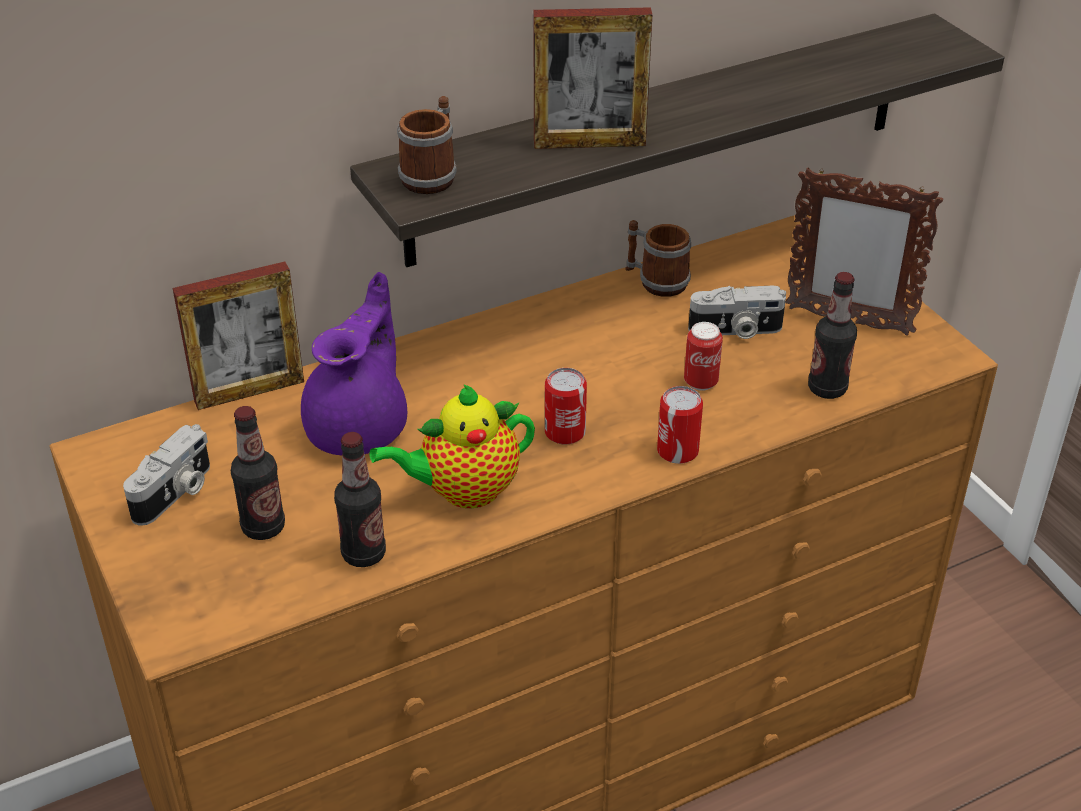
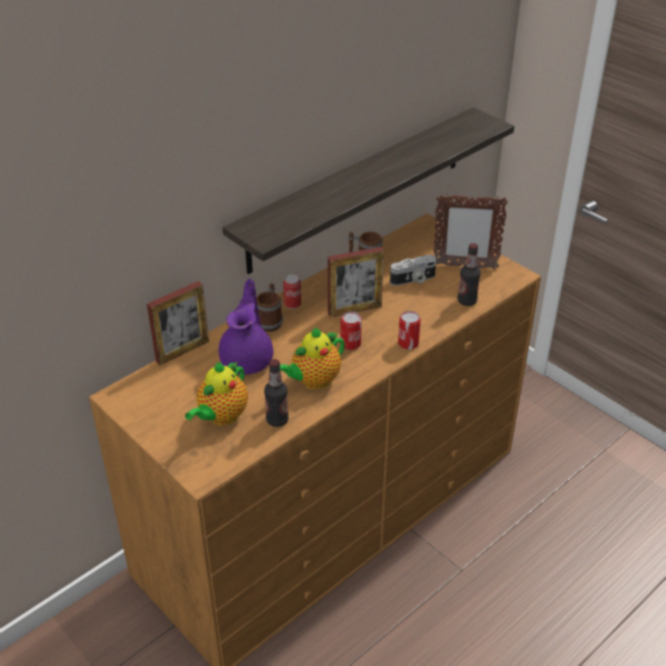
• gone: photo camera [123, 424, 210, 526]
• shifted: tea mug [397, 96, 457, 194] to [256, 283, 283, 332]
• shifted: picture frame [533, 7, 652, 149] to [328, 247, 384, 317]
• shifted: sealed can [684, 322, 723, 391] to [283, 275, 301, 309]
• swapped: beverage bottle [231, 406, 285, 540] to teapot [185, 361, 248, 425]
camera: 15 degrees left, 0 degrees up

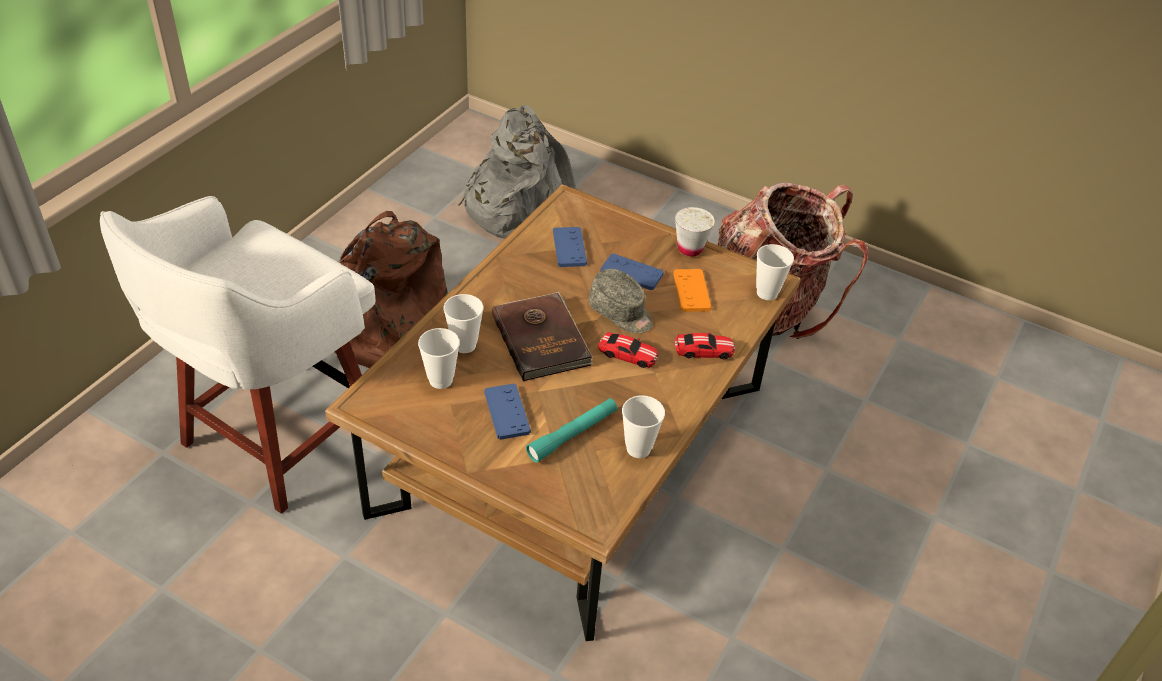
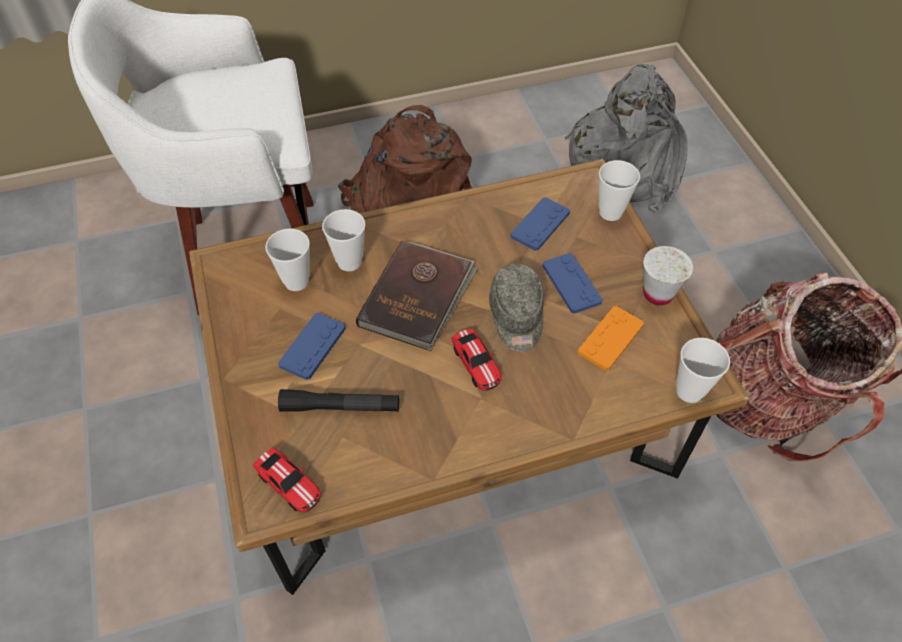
• shifted: drinking cup [622, 395, 665, 458] to [599, 160, 640, 221]
• shifted: model car [675, 332, 735, 359] to [253, 448, 321, 513]
• repainted: turquoise hand torch [526, 398, 617, 463] to blackish hand torch [278, 389, 399, 412]
camera: 45 degrees right, 10 degrees up

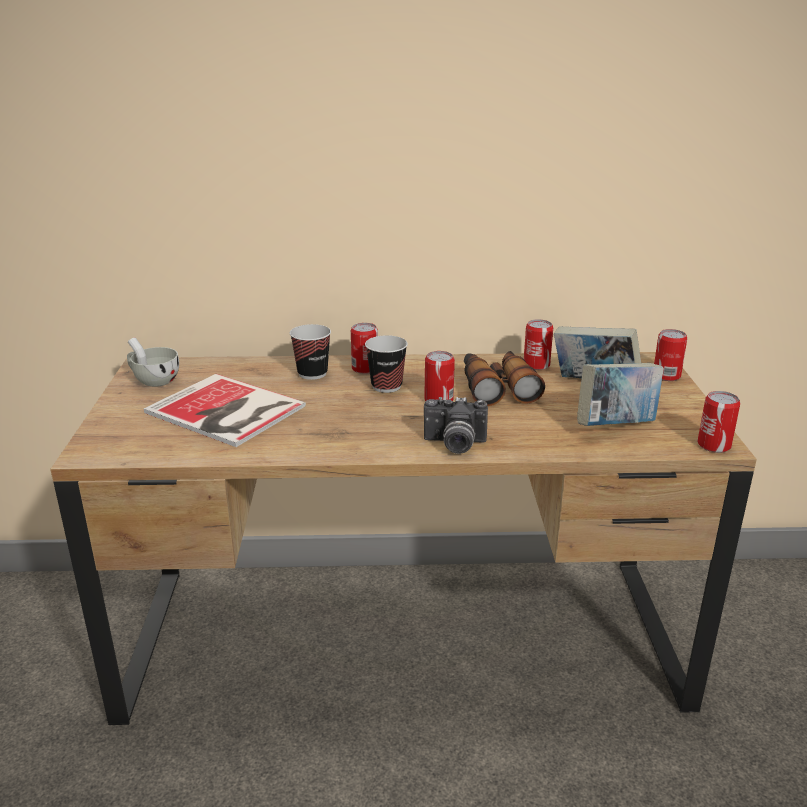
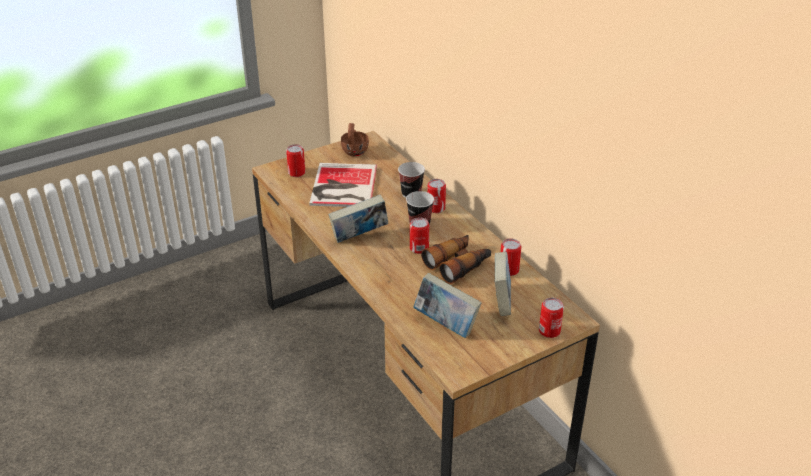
• gone: photo camera [424, 397, 488, 454]
• new: book [328, 195, 388, 243]
• shifted: sealed can [698, 391, 740, 453] to [286, 144, 305, 177]
• repainted: whitish drinking cup [127, 337, 179, 387] to brown drinking cup [341, 123, 369, 157]
camera: 60 degrees right, 10 degrees up

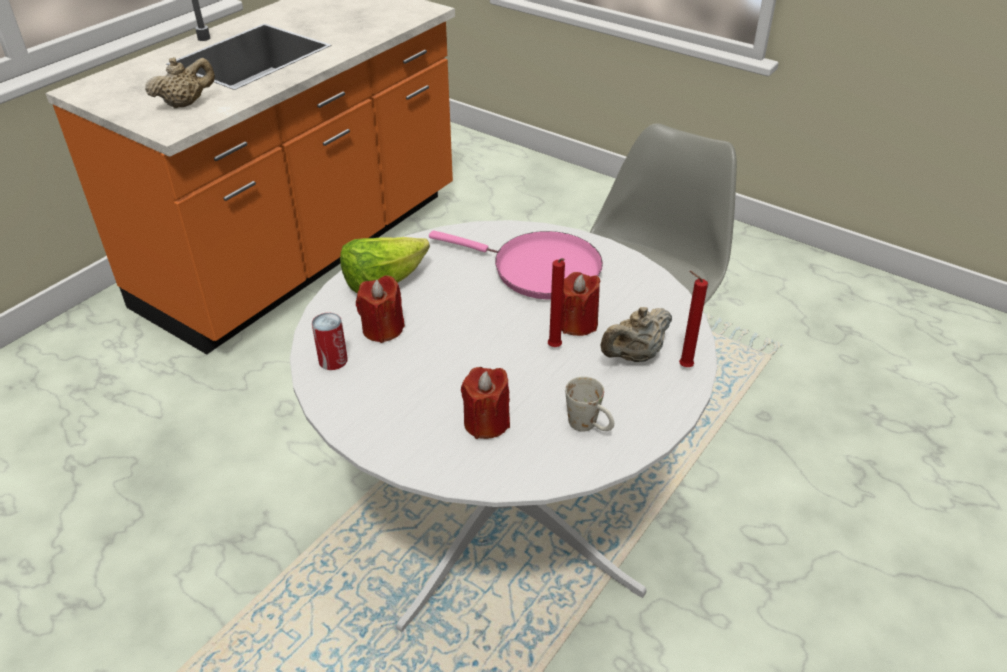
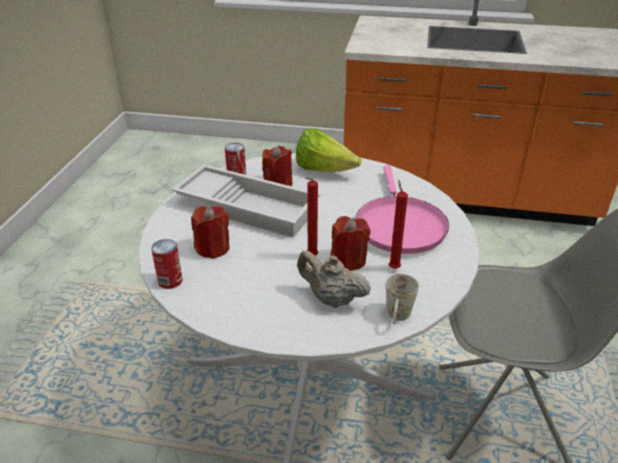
• gone: sand-coloured teapot [145, 57, 215, 108]
• new: sealed can [151, 239, 183, 289]
• new: whitish carrying tray [172, 164, 320, 237]
• shifted: whitish tea mug [565, 376, 614, 432] to [386, 274, 419, 325]
• shifted: red wax light [679, 271, 708, 367] to [389, 180, 408, 269]
camera: 65 degrees right, 5 degrees down

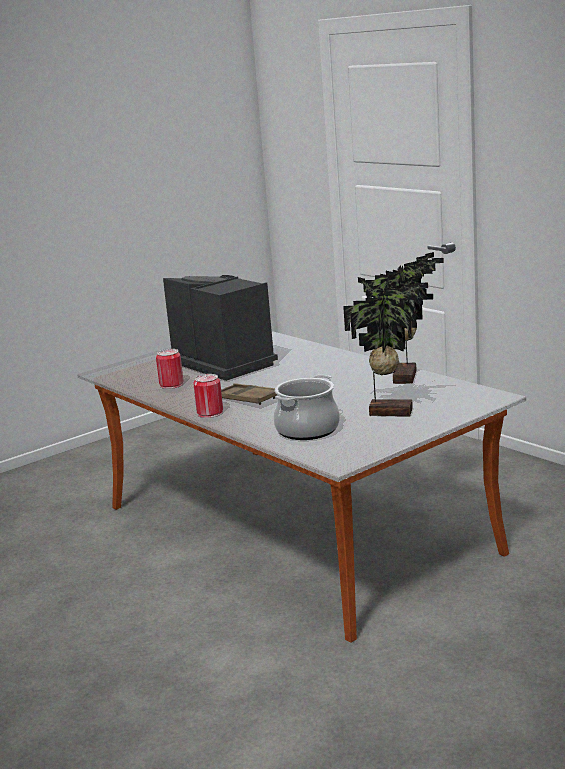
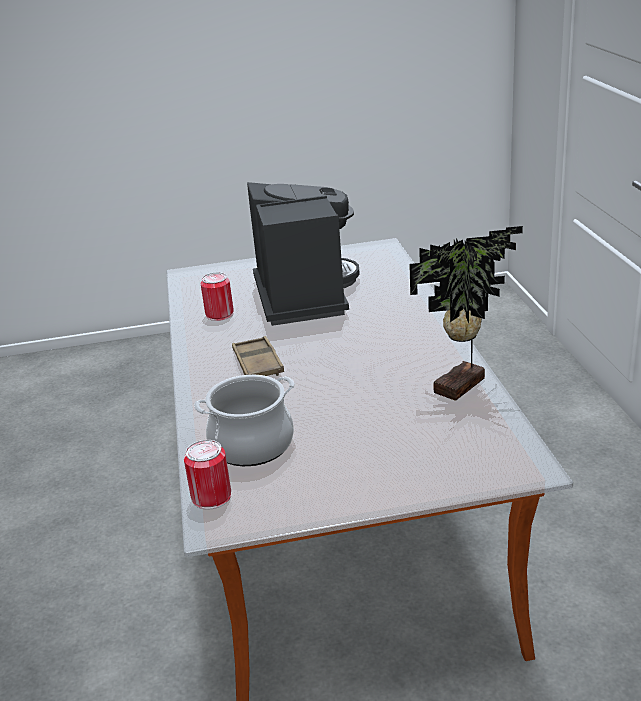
• gone: potted plant [343, 274, 428, 417]
• shifted: sealed can [193, 374, 223, 418] to [184, 440, 231, 510]
camera: 30 degrees right, 10 degrees up

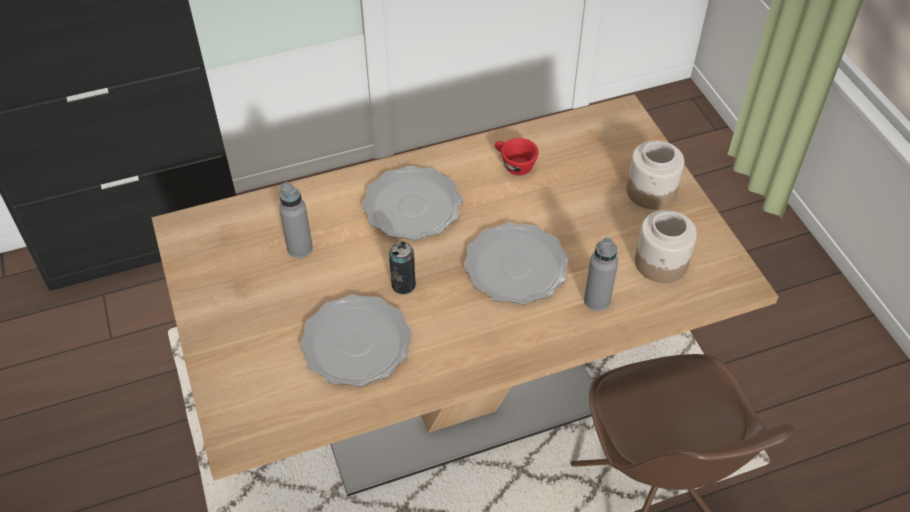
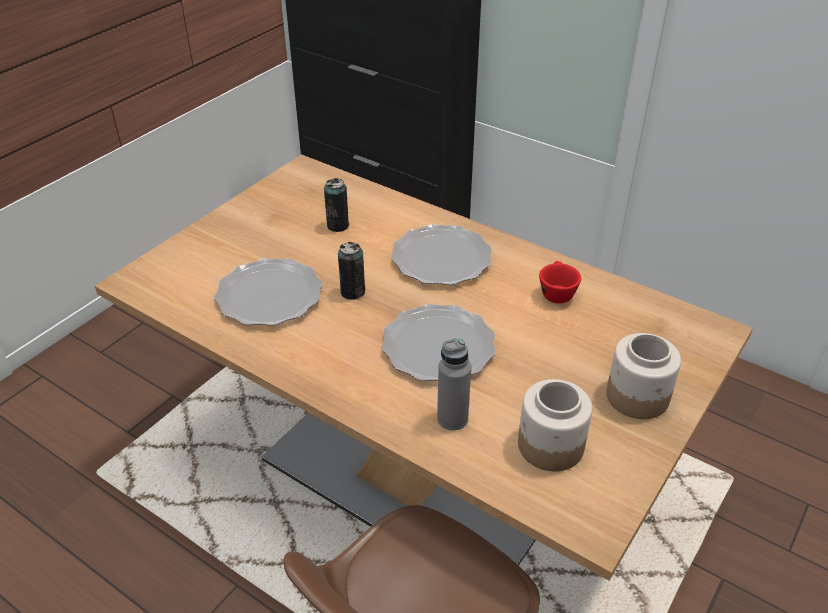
• swapped: greyish beverage bottle [279, 182, 313, 258] to sealed can [324, 178, 349, 232]
camera: 55 degrees right, 10 degrees down

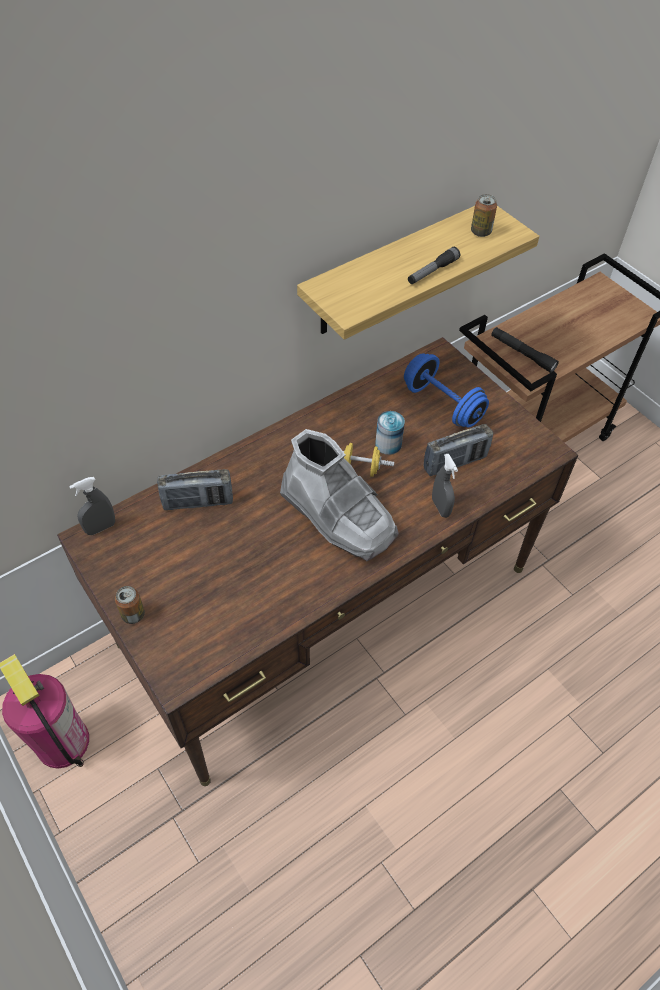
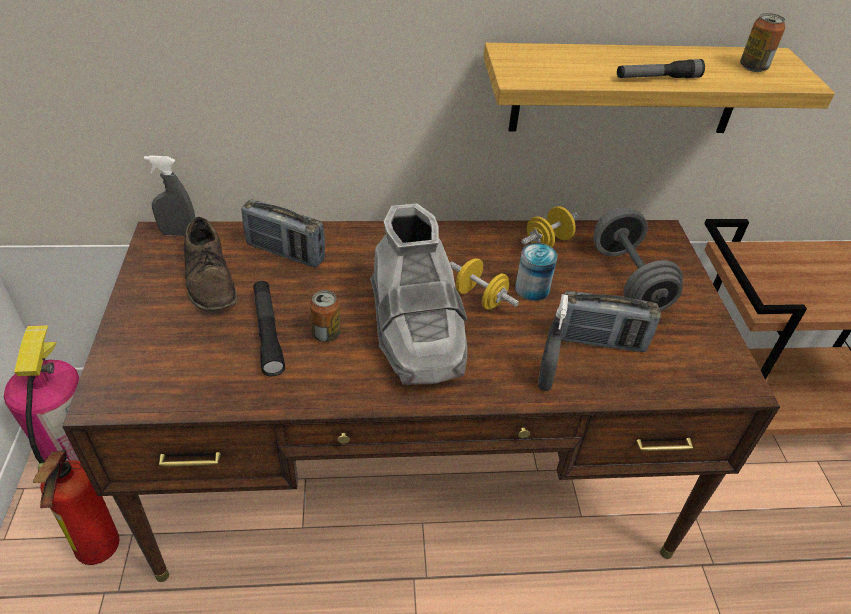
• new: fire extinguisher [33, 449, 119, 565]
• new: brown item of footwear [184, 217, 237, 311]
• new: yellow free weight [521, 206, 578, 247]
• shifted: sealed can [115, 586, 145, 624] to [310, 290, 340, 342]
• shifted: blackish hand torch [491, 327, 559, 373] to [253, 281, 285, 376]
• repainted: bluish free weight [404, 353, 489, 428] to greyish free weight [593, 208, 683, 311]
camera: 30 degrees right, 10 degrees down

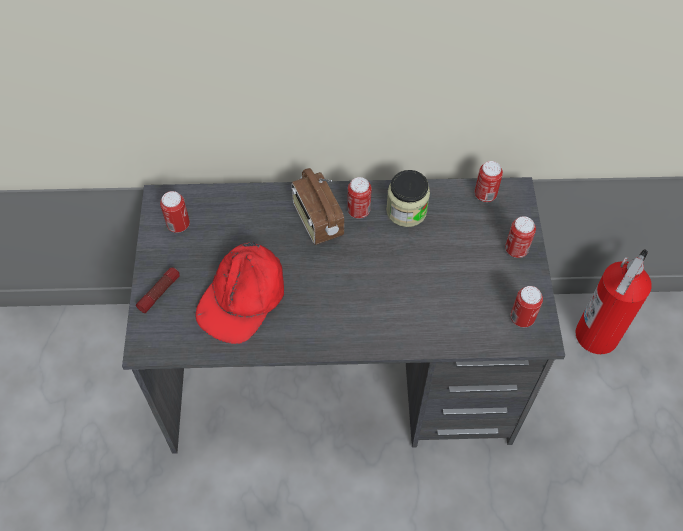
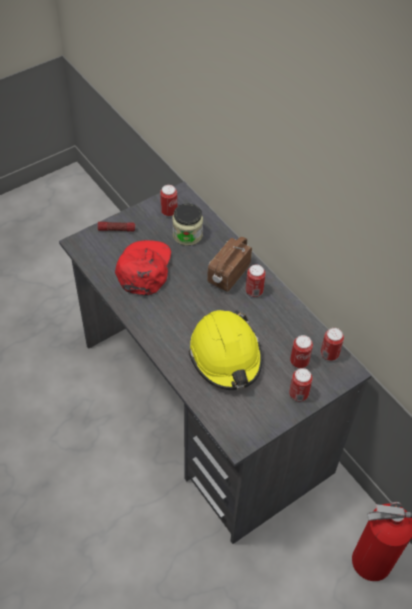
• new: yellow hard hat [189, 310, 262, 390]
• shifted: jar [386, 170, 430, 227] to [172, 204, 203, 246]
• shifted: sealed can [510, 286, 543, 327] to [290, 335, 313, 368]
• rotated: red baseball cap [195, 241, 284, 344] = [115, 240, 171, 296] 105 degrees clockwise
camera: 55 degrees right, 5 degrees down

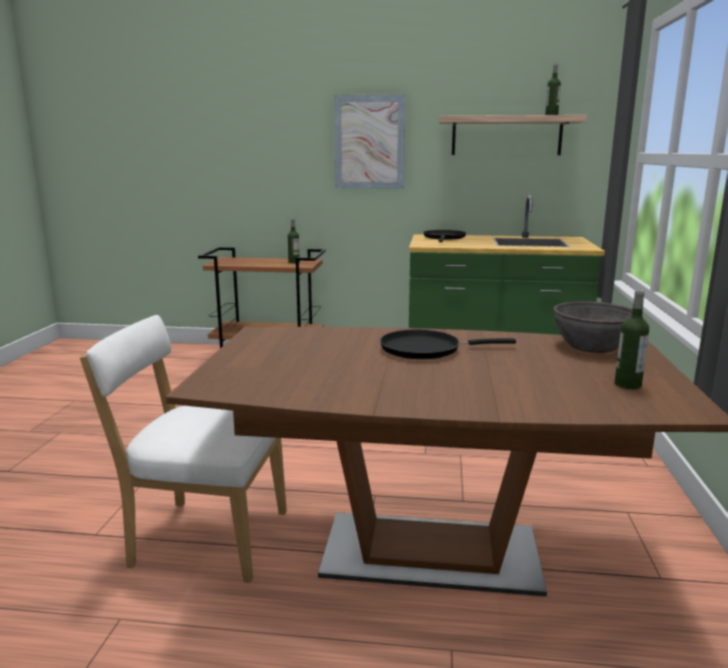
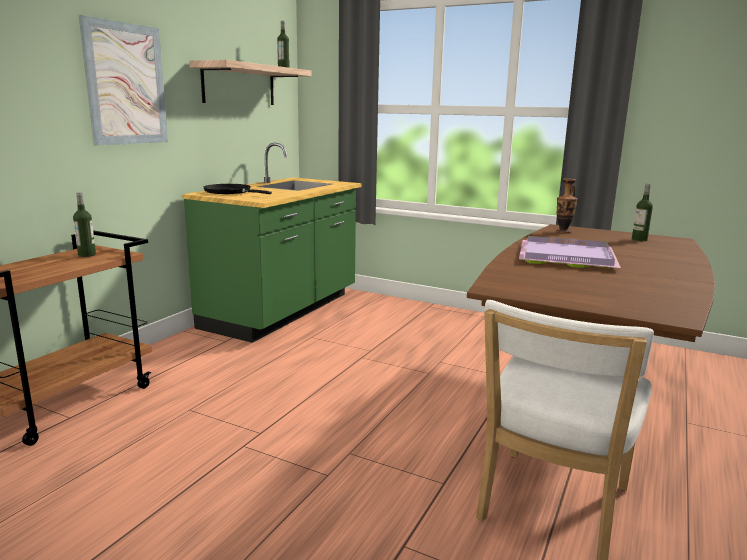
• swapped: blackish frying pan [380, 330, 516, 359] to purple-coloured carrying tray [519, 236, 621, 268]
• swapped: greyish bowl [553, 301, 632, 353] to vase [556, 178, 577, 234]
camera: 70 degrees left, 0 degrees up

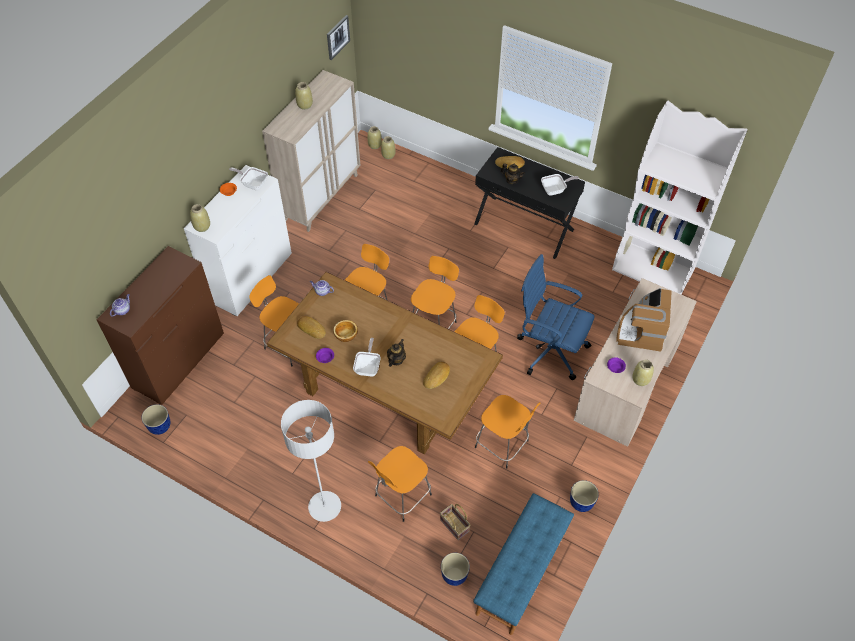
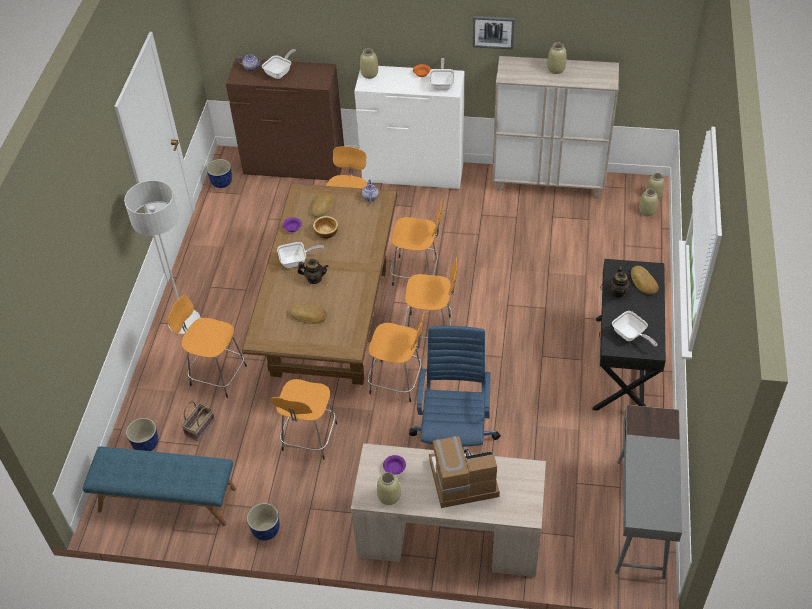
• new: frying pan [262, 49, 296, 79]
• shifted: picture [327, 15, 350, 60] to [472, 16, 515, 49]
• swapped: whitish bookcase [612, 100, 747, 294] to greyish desk unit [615, 405, 682, 579]
camera: 70 degrees right, 5 degrees down

